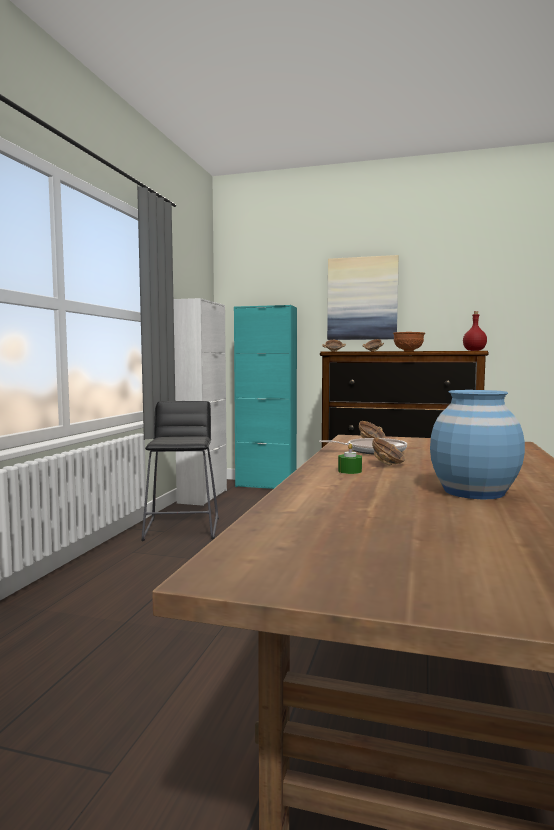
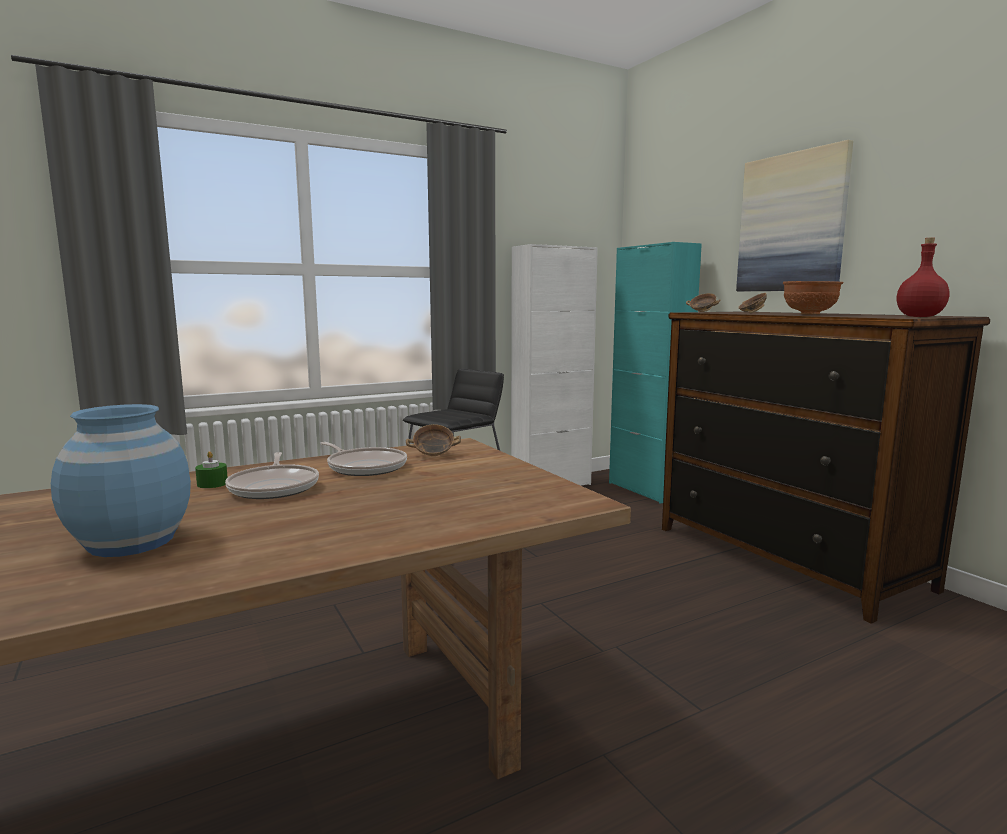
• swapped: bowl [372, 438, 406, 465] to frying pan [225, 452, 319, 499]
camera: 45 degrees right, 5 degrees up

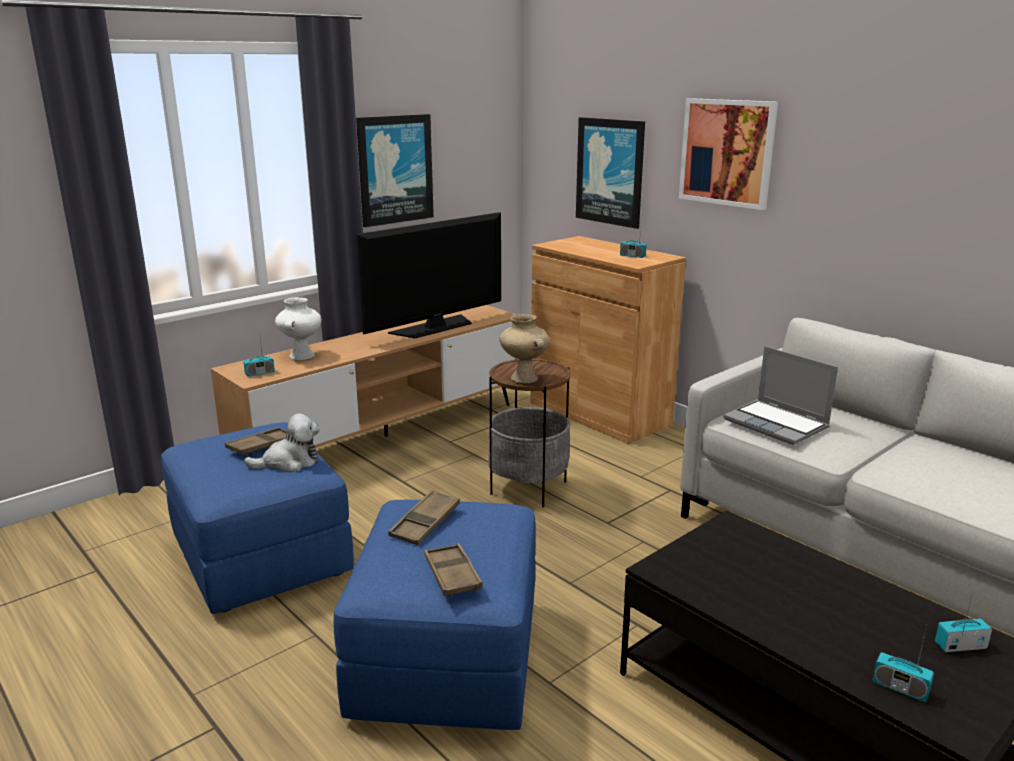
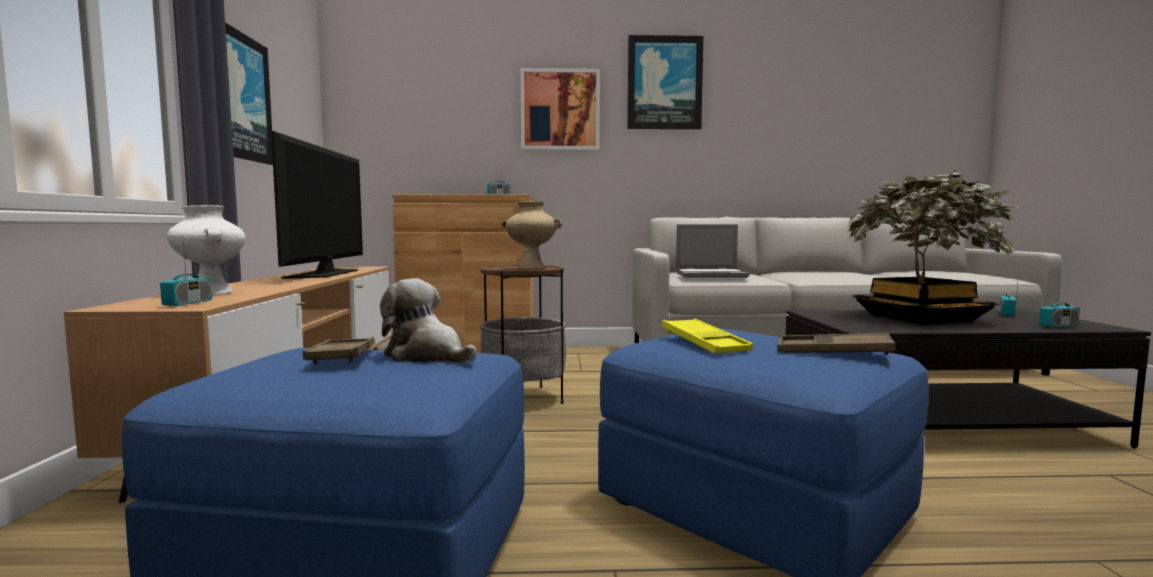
• new: potted plant [847, 170, 1018, 325]
• shifted: picture [576, 117, 645, 229] to [628, 35, 703, 129]
• repainted: brown carrying tray [388, 490, 460, 545] to yellow carrying tray [662, 319, 753, 353]
• rotated: plush toy [244, 413, 320, 472] = [380, 278, 477, 363] 75 degrees counterclockwise
camera: 50 degrees left, 15 degrees down

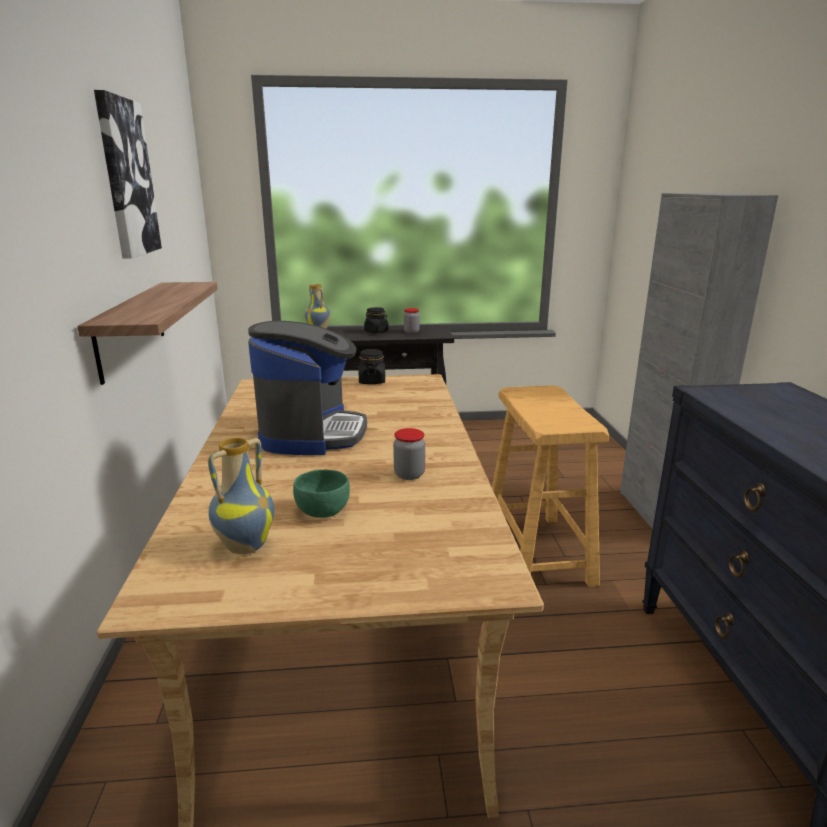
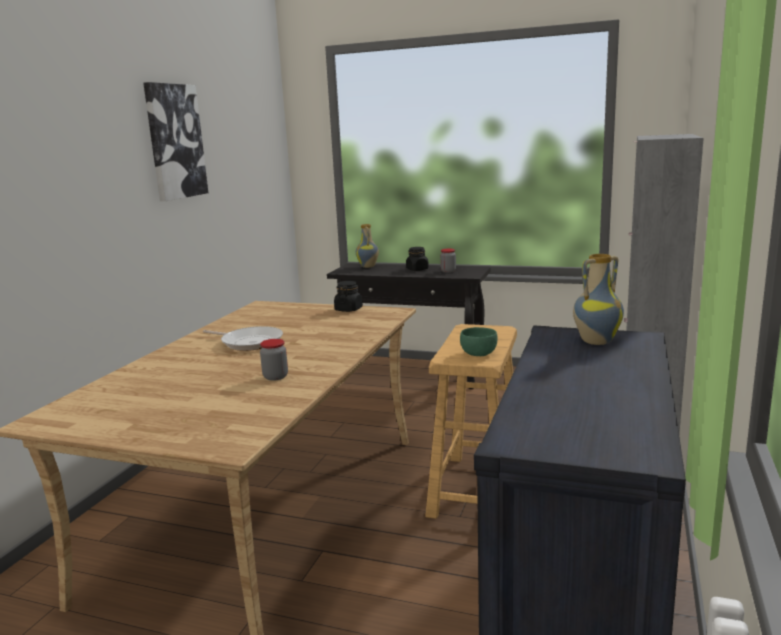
• gone: shelf [77, 282, 218, 385]
• shifted: vase [208, 438, 274, 554] to [573, 254, 624, 345]
• shifted: greenish bowl [293, 470, 350, 518] to [460, 327, 498, 356]
• swapped: coffee machine [248, 321, 367, 455] to frying pan [203, 326, 283, 351]
camera: 25 degrees right, 5 degrees down

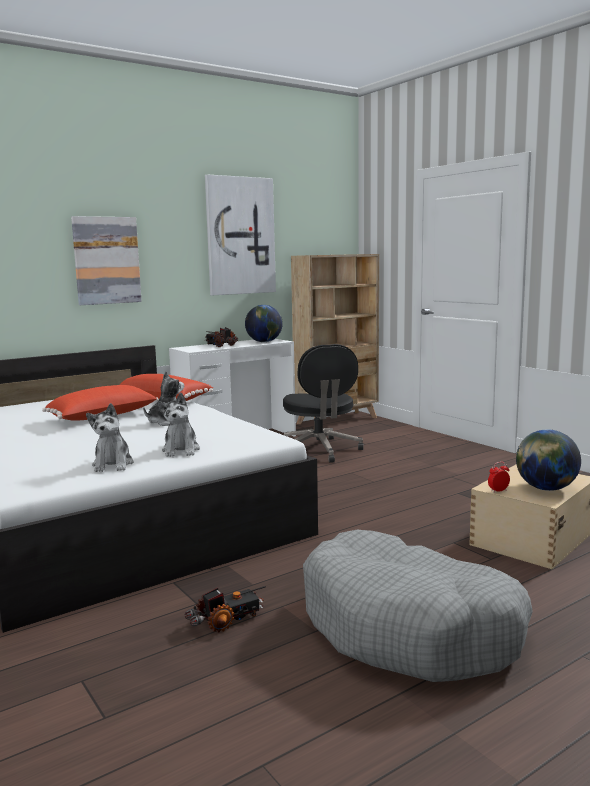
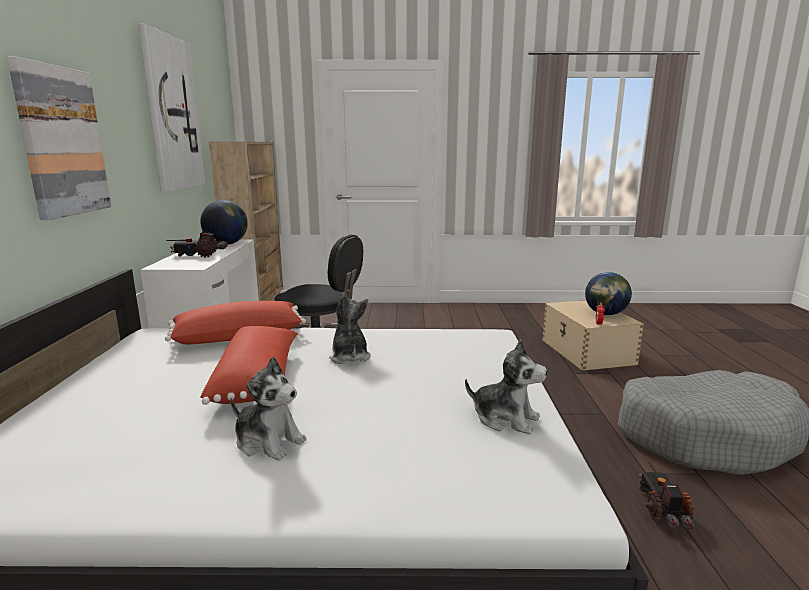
• shifted: plush toy [158, 393, 200, 457] to [230, 357, 307, 461]
camera: 55 degrees left, 5 degrees up

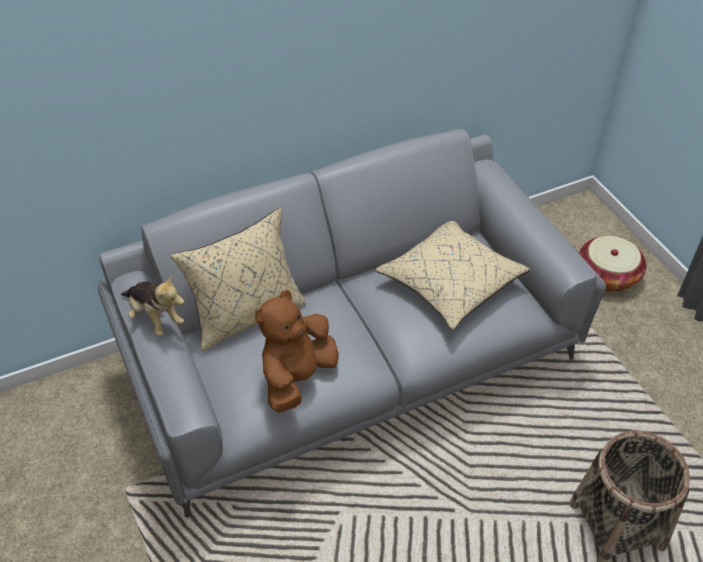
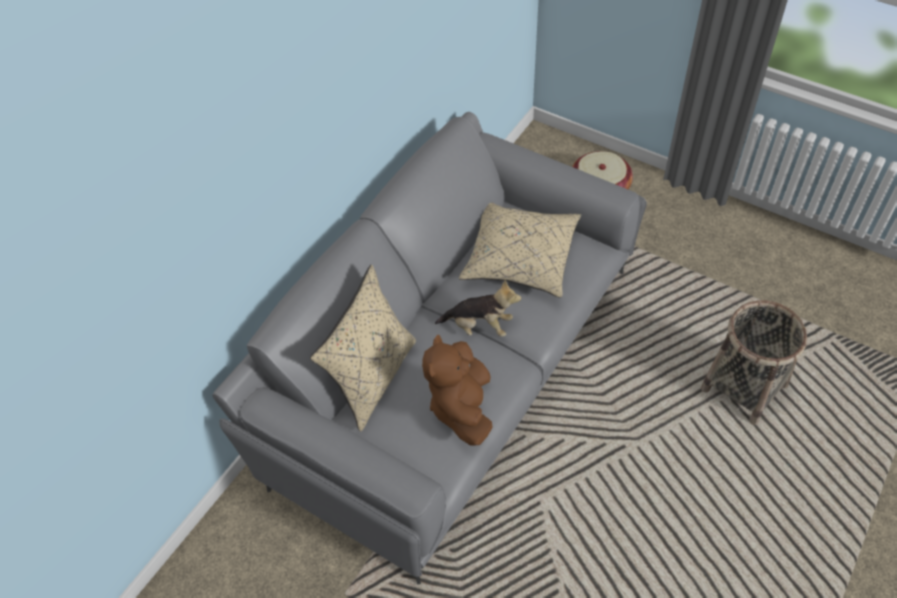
• shifted: plush toy [121, 276, 185, 336] to [435, 280, 521, 337]
camera: 30 degrees left, 5 degrees up

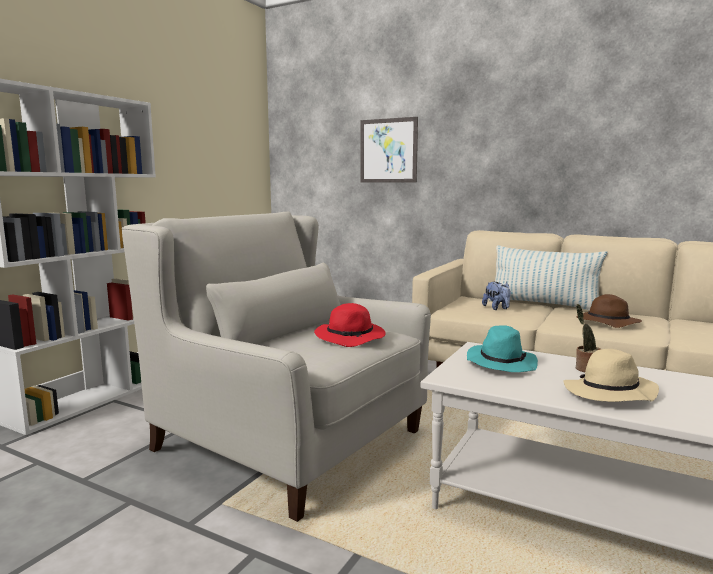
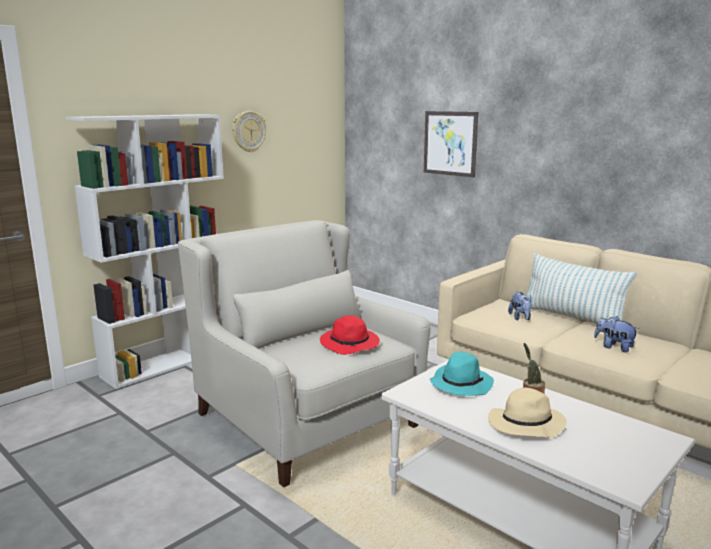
• new: clock on the wall [232, 111, 266, 153]
• swapped: brown hat [577, 294, 642, 328] to plush toy [594, 316, 639, 352]
camera: 15 degrees right, 5 degrees up

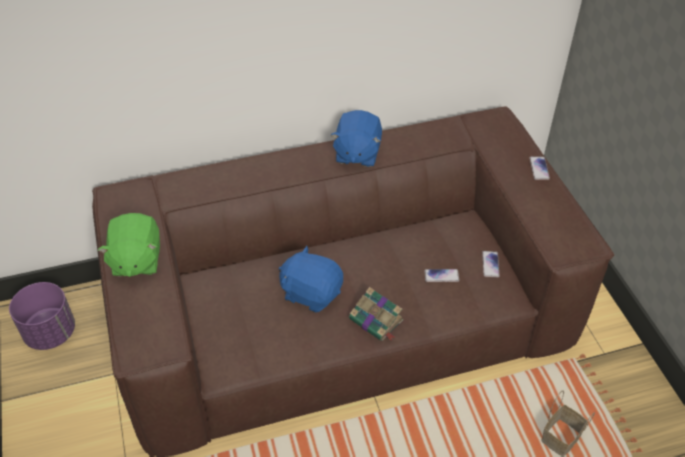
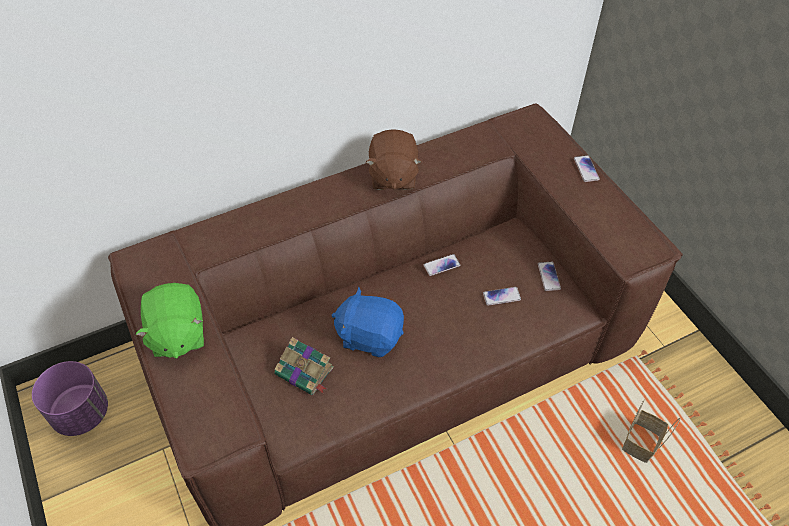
• new: phone [423, 254, 460, 276]
• shifted: book [349, 287, 403, 341] to [274, 337, 334, 395]
• repainted: bluish plush toy [330, 110, 382, 167] to brown plush toy [366, 129, 422, 190]
camera: 10 degrees left, 5 degrees up

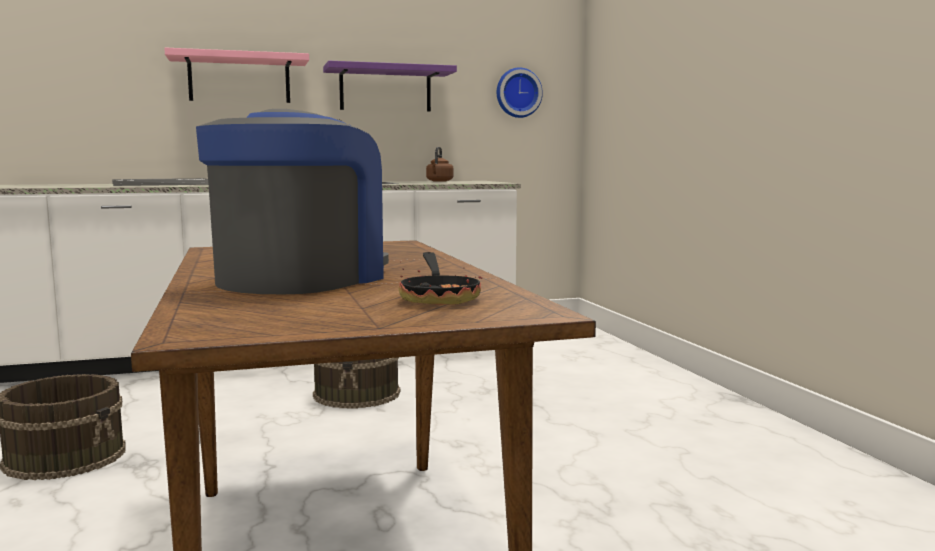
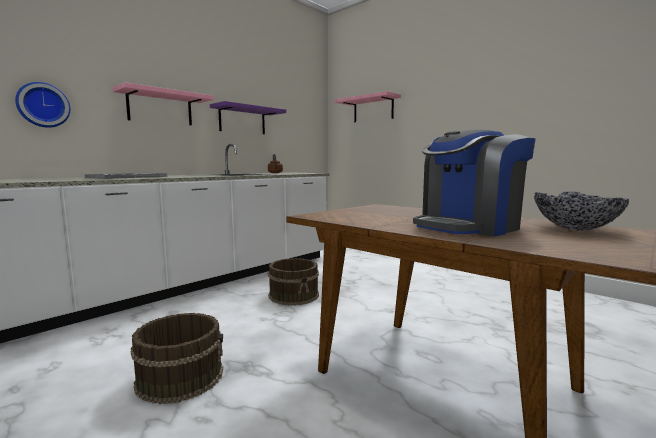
• new: pinkish shelf [334, 91, 401, 122]
• shifted: clock on the wall [497, 67, 543, 118] to [15, 82, 70, 128]
• swapped: frying pan [399, 252, 482, 305] to bowl [534, 191, 629, 231]
• rotated: coffee machine [196, 109, 389, 294] = [413, 129, 536, 237] 120 degrees counterclockwise
camera: 30 degrees left, 0 degrees up

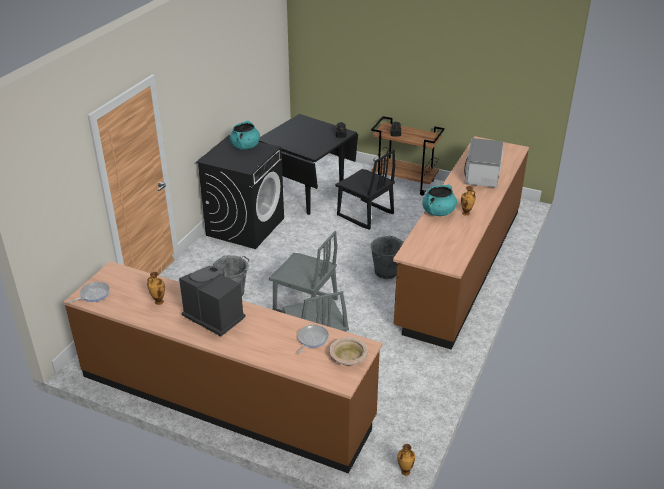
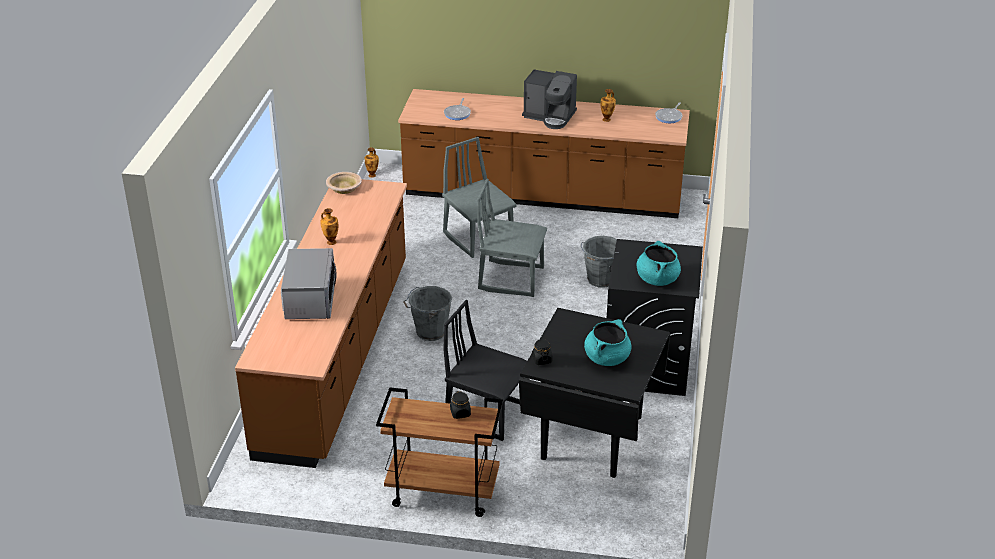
• shifted: sand-coloured bowl [329, 337, 368, 366] to [326, 172, 362, 194]
• shifted: turquoise saucepot [422, 185, 457, 216] to [584, 319, 631, 366]
camera: 165 degrees right, 0 degrees up

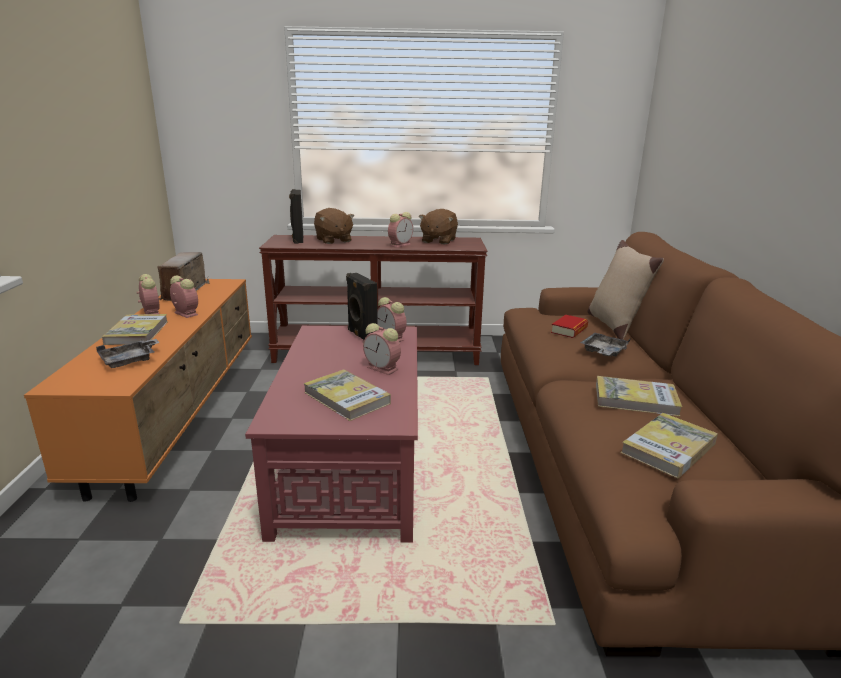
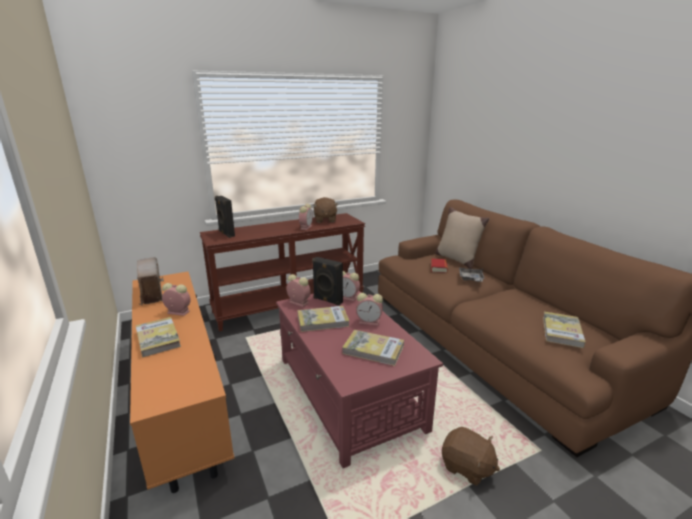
• gone: greyish carrying tray [96, 339, 160, 368]
• shifted: alarm clock [137, 274, 160, 314] to [287, 274, 311, 307]
• shifted: brown plush toy [314, 208, 354, 244] to [442, 427, 500, 486]
• shifted: book [596, 376, 682, 416] to [298, 306, 349, 332]
camera: 25 degrees left, 0 degrees up

